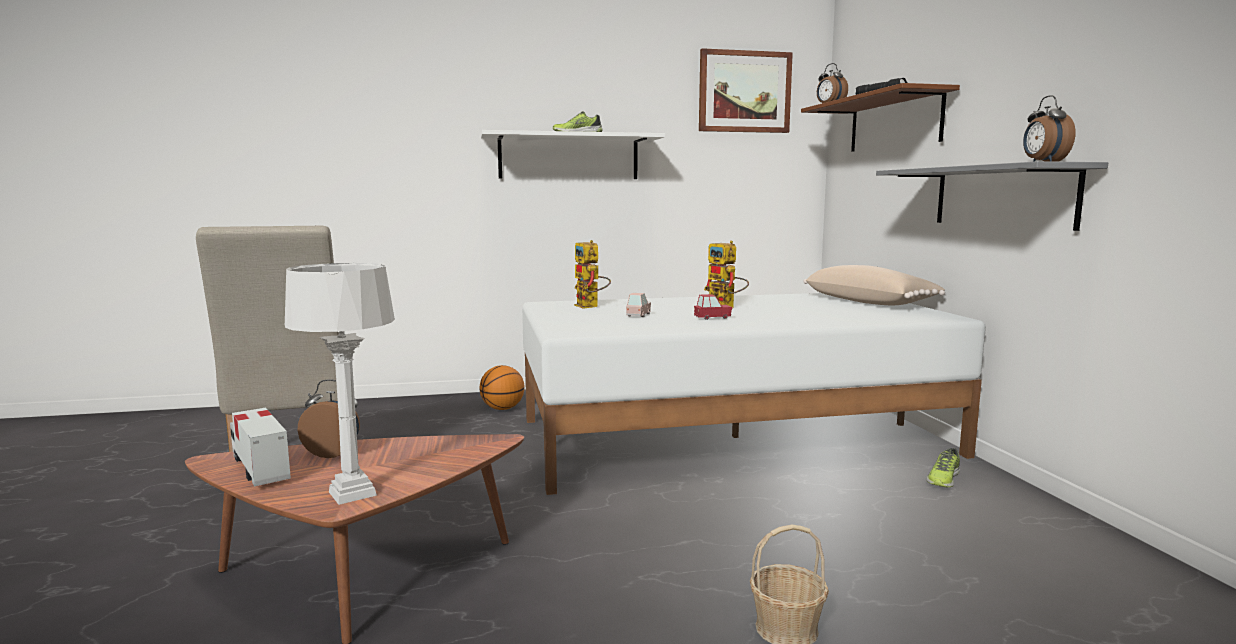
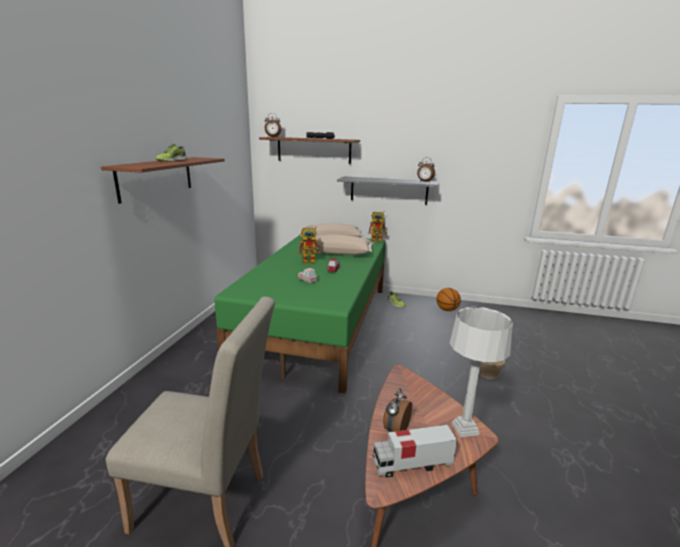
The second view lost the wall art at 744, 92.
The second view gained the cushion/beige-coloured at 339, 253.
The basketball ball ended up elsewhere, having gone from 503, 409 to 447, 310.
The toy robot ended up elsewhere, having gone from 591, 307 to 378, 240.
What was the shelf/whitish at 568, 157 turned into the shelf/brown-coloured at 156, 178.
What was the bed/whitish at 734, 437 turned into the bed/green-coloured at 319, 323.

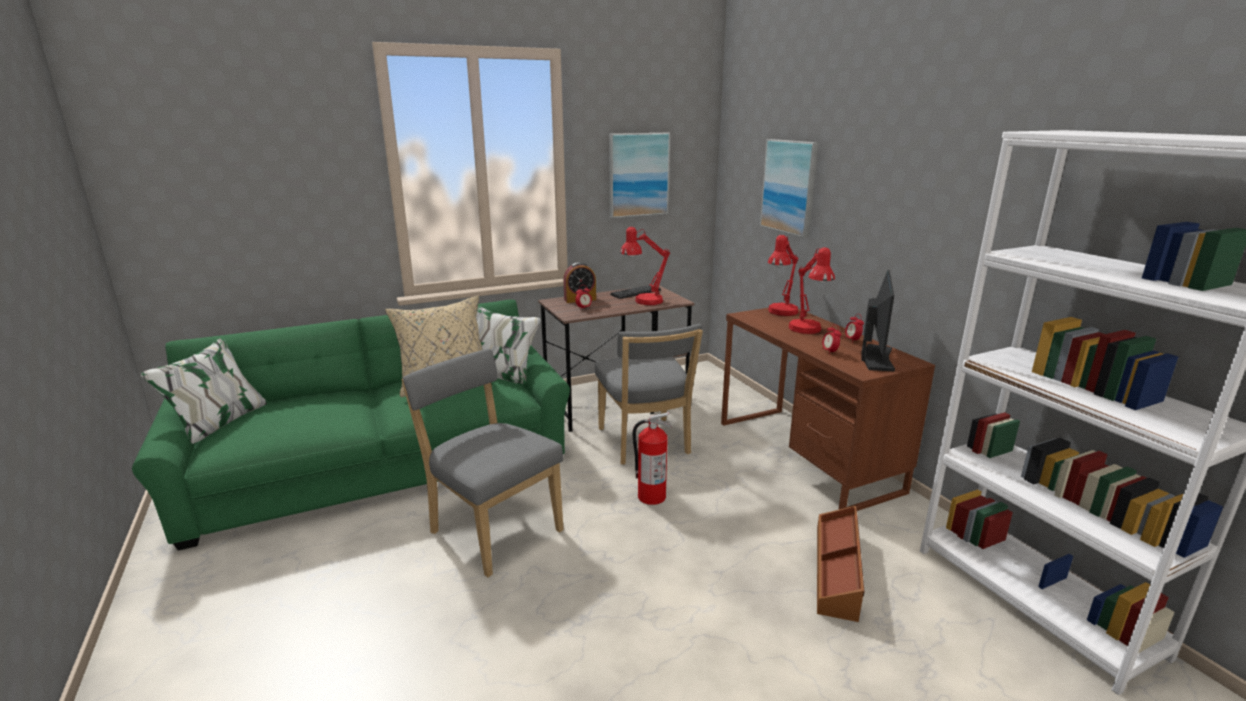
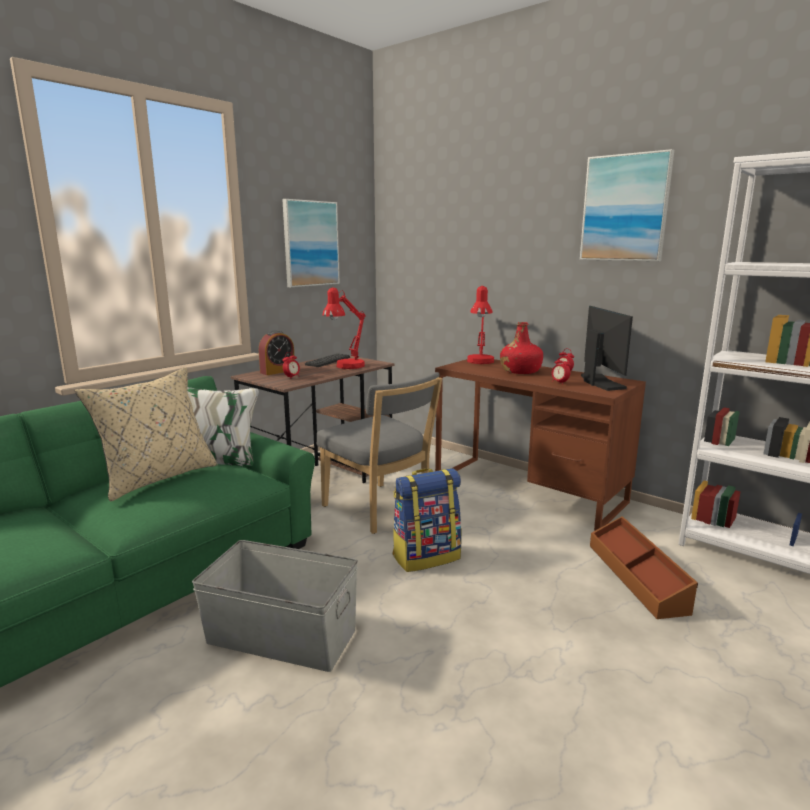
The wall art ended up elsewhere, having gone from 789, 187 to 625, 208.
Where the chair/greyish stood at 492, 529, the storage bin/greyish came to stand at 281, 635.
Where the extinguisher stood at 651, 496, the backpack came to stand at 426, 556.
Where the table lamp/reddish stood at 807, 331, the drink bottle/reddish came to stand at 520, 371.

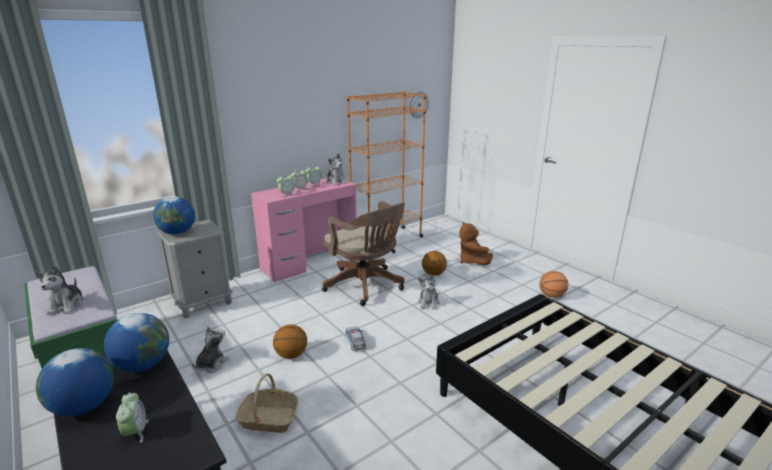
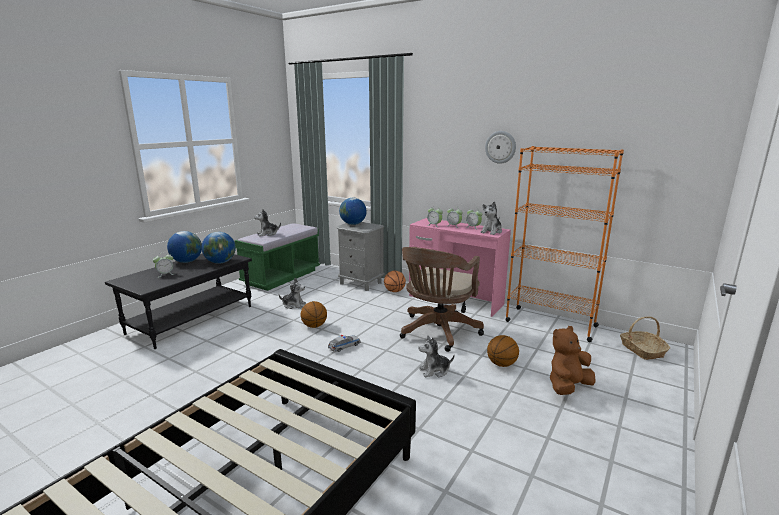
The storage basket ended up elsewhere, having gone from 268, 419 to 642, 350.
The clock on the wall ended up elsewhere, having gone from 418, 104 to 500, 147.
The basketball ball ended up elsewhere, having gone from 551, 296 to 394, 291.

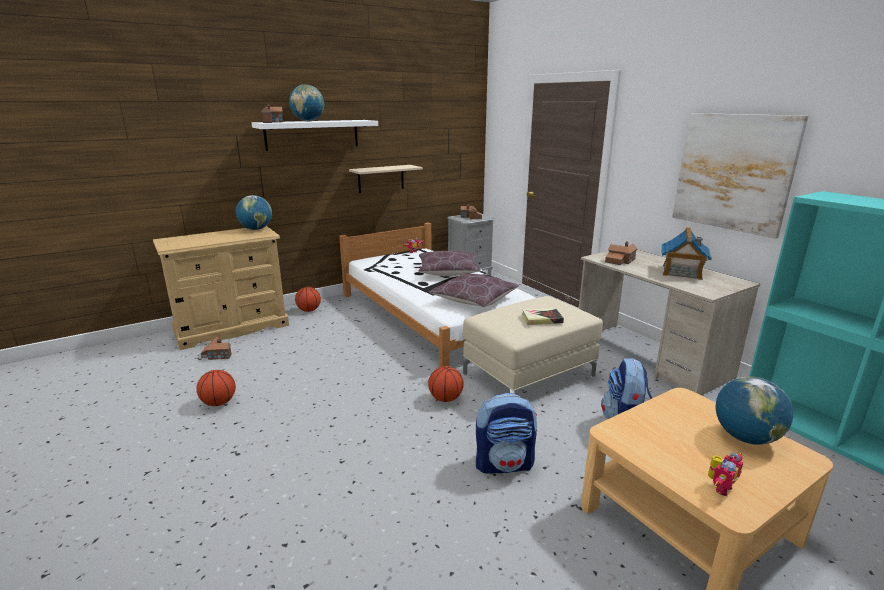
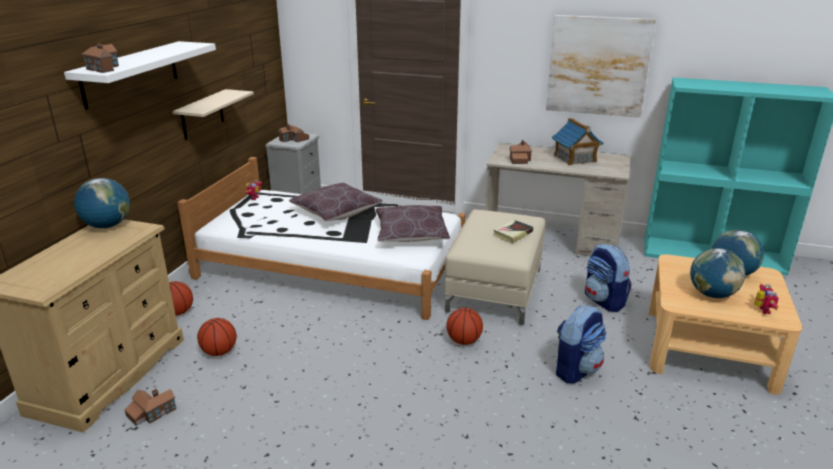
The basketball ball ended up elsewhere, having gone from 218, 403 to 219, 352.
The globe ended up elsewhere, having gone from 308, 121 to 712, 294.

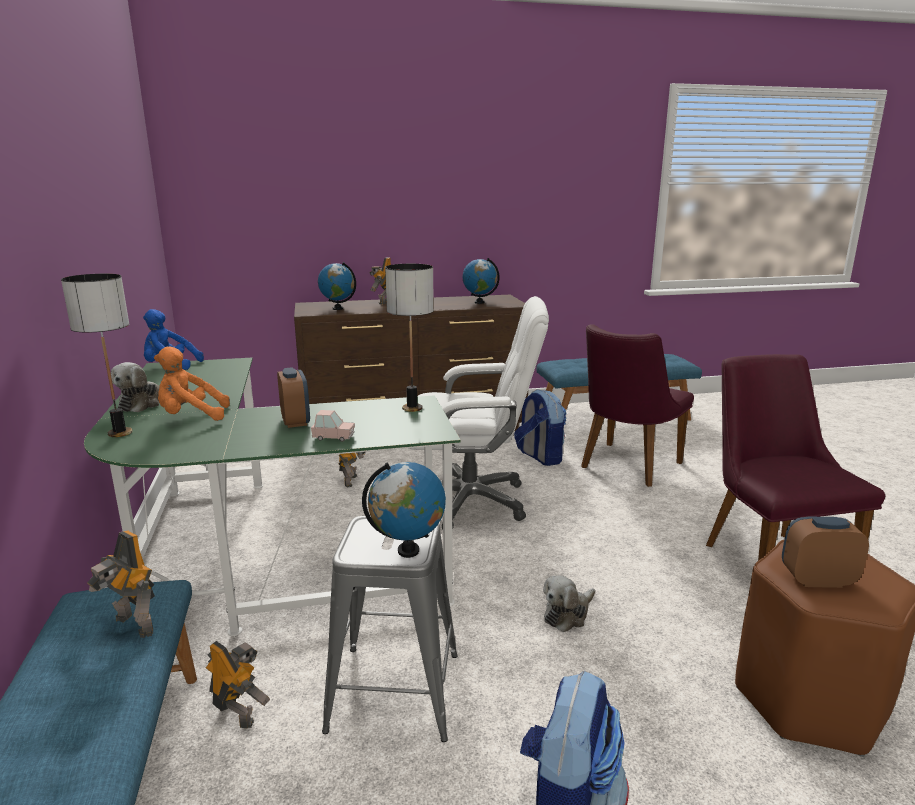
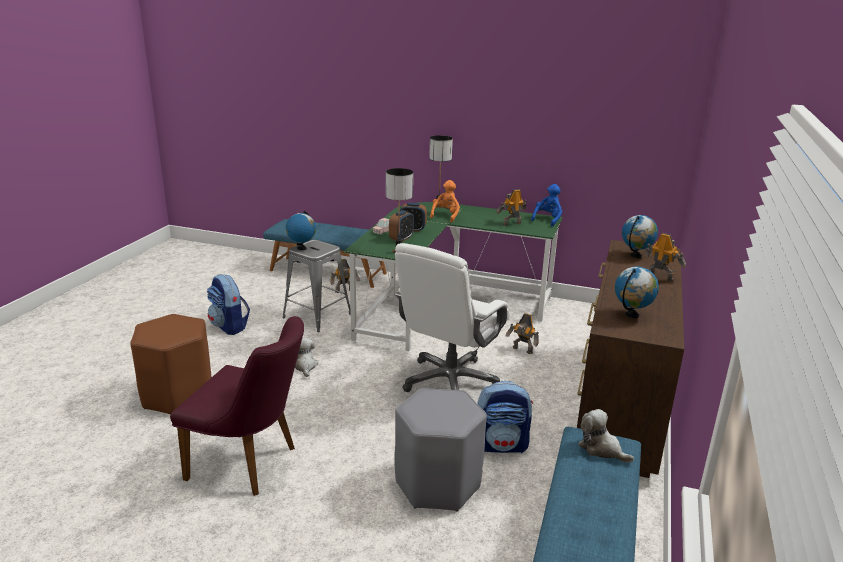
The toy robot ended up elsewhere, having gone from 132, 627 to 511, 223.
The soft toy ended up elsewhere, having gone from 143, 403 to 601, 449.
The table clock ended up elsewhere, having gone from 817, 580 to 401, 239.
Where the chair/purplish stood at 625, 467, the sitting stool/greyish came to stand at 437, 484.

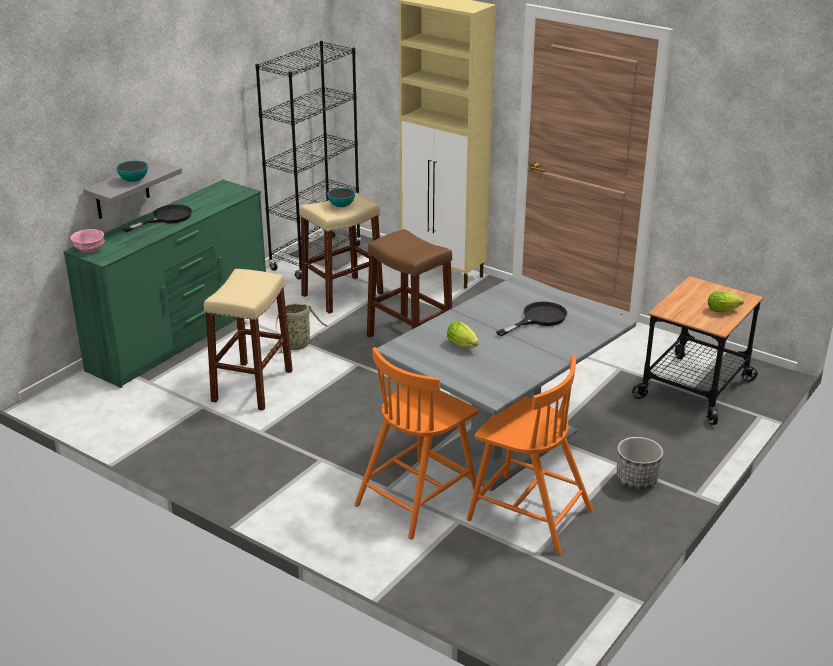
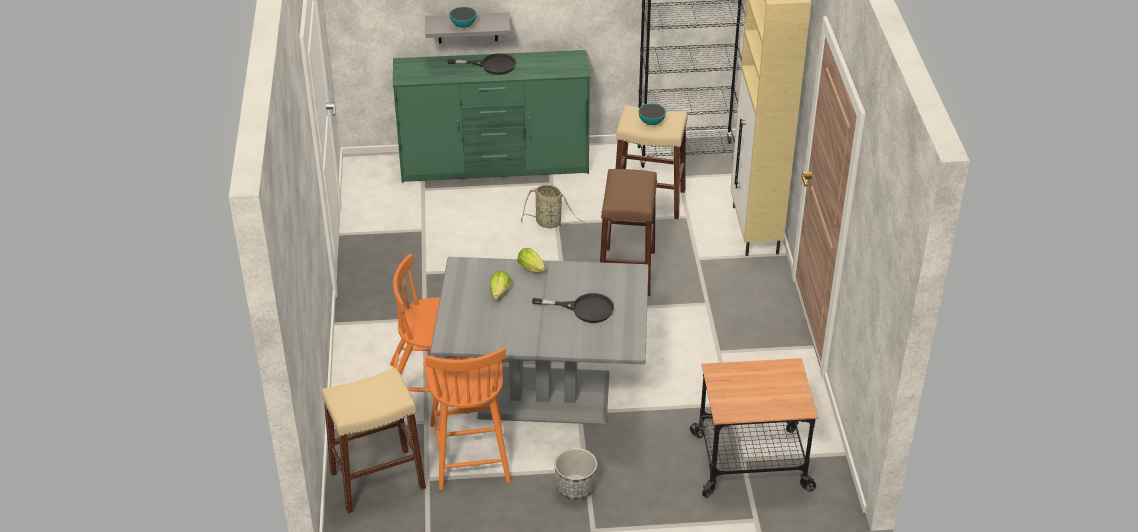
The second view lost the serving bowl/pink-coloured at 89, 249.
The sitting stool/beige-coloured ended up elsewhere, having gone from 252, 386 to 377, 480.
The head of lettuce ended up elsewhere, having gone from 724, 311 to 532, 269.

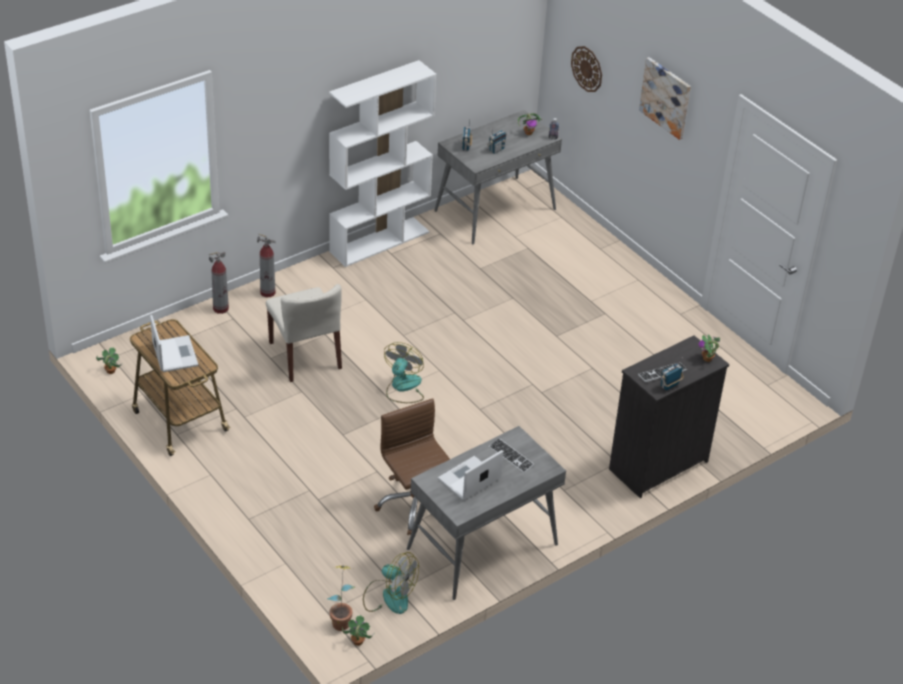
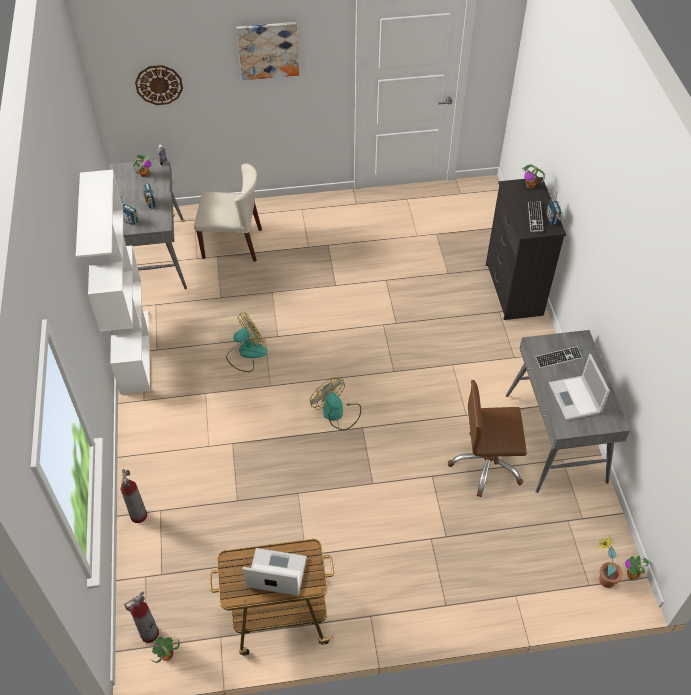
The extinguisher ended up elsewhere, having gone from 268, 292 to 150, 633.
The chair/beige-coloured ended up elsewhere, having gone from 305, 355 to 233, 243.
The electric fan ended up elsewhere, having gone from 389, 596 to 246, 353.

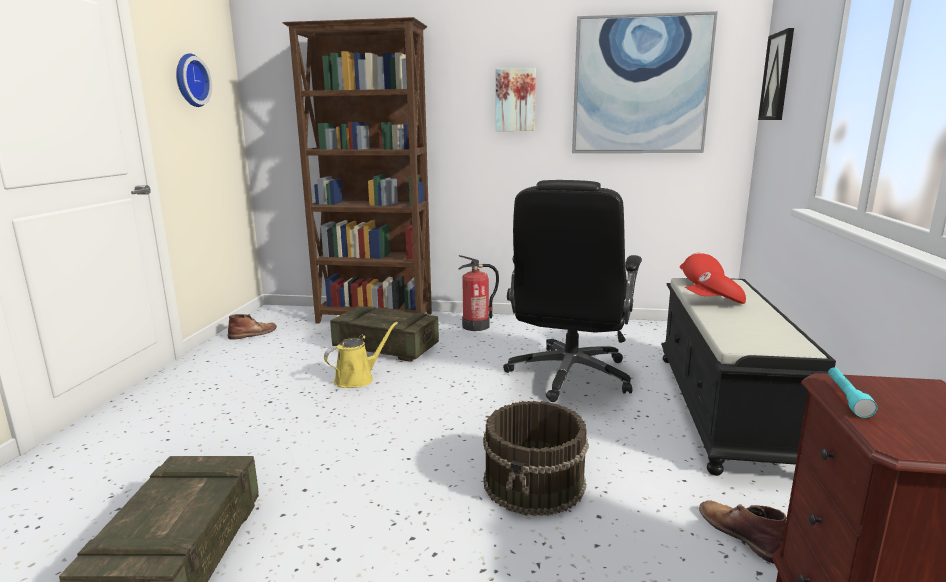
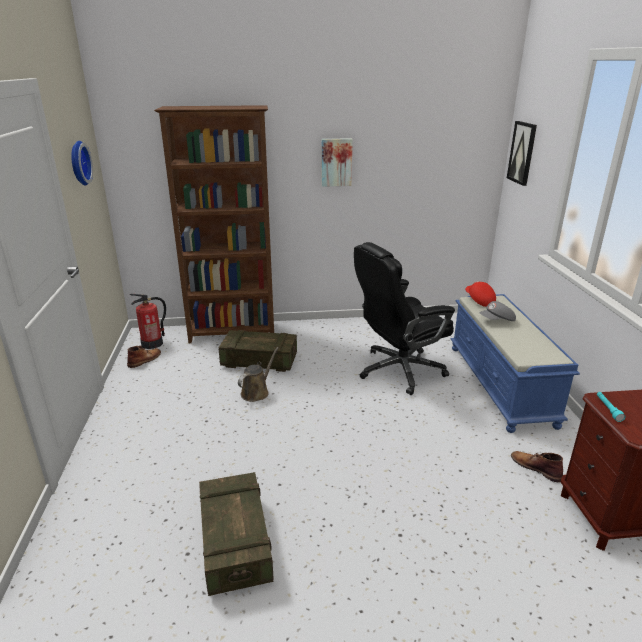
The second view lost the bucket/brown-coloured at 535, 483.
The second view lost the wall art at 640, 86.
The extinguisher ended up elsewhere, having gone from 476, 326 to 152, 343.
What was the watering can/yellow at 357, 378 turned into the watering can/brown-coloured at 256, 392.
What was the indoor bench/black at 724, 409 turned into the indoor bench/blue at 501, 384.
What was the cap/reddish at 715, 302 turned into the cap/greyish at 497, 321.
The office chair/black at 569, 376 ended up facing another way, 60 degrees clockwise from before.

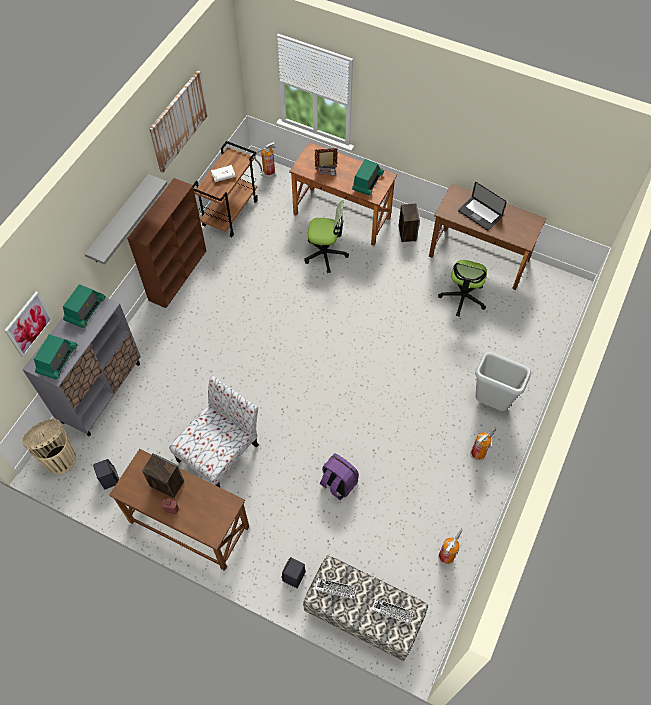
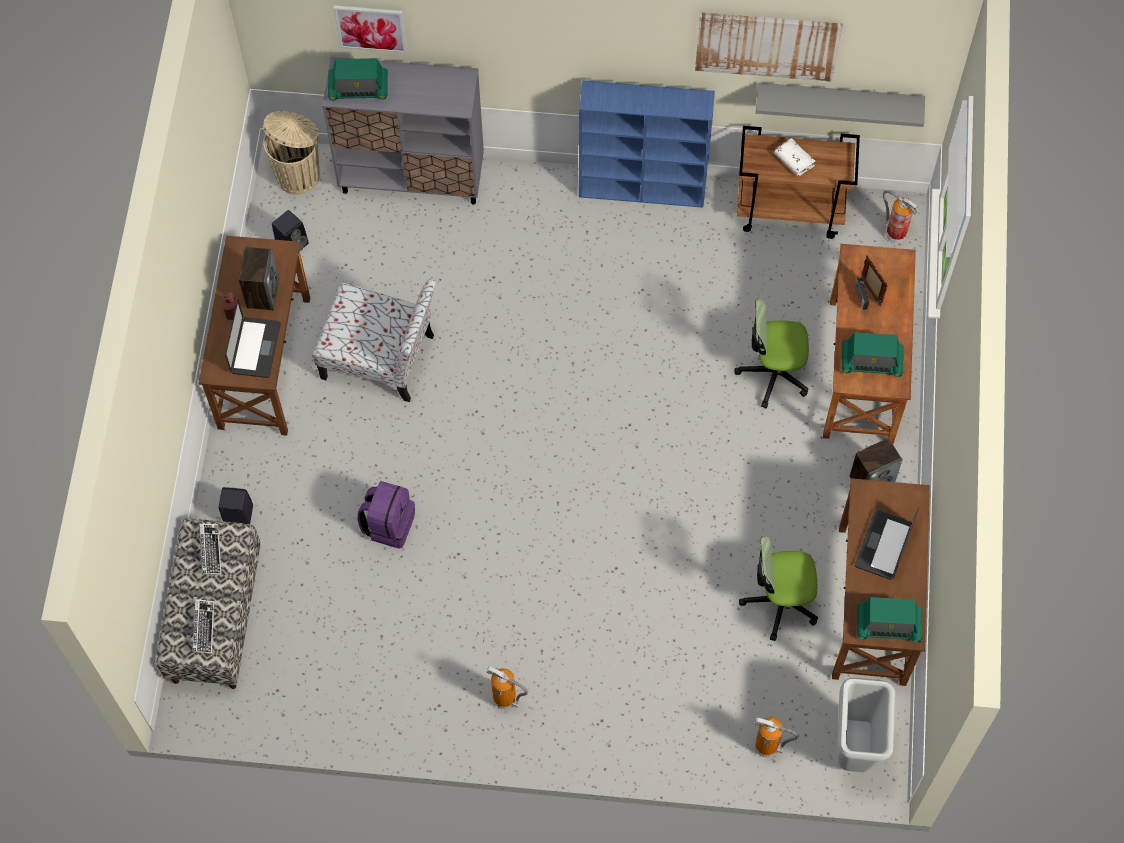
The second view gained the laptop at 256, 348.
The radio set ended up elsewhere, having gone from 85, 310 to 888, 624.
The shelf/greyish ended up elsewhere, having gone from 119, 220 to 839, 99.
The extinguisher ended up elsewhere, having gone from 446, 556 to 767, 747.
The rubbish bin/greyish ended up elsewhere, having gone from 490, 403 to 852, 749.
What was the bookshelf/brown-coloured at 178, 274 turned into the bookshelf/blue at 643, 188.
The office chair at 325, 254 ended up facing another way, 105 degrees clockwise from before.

